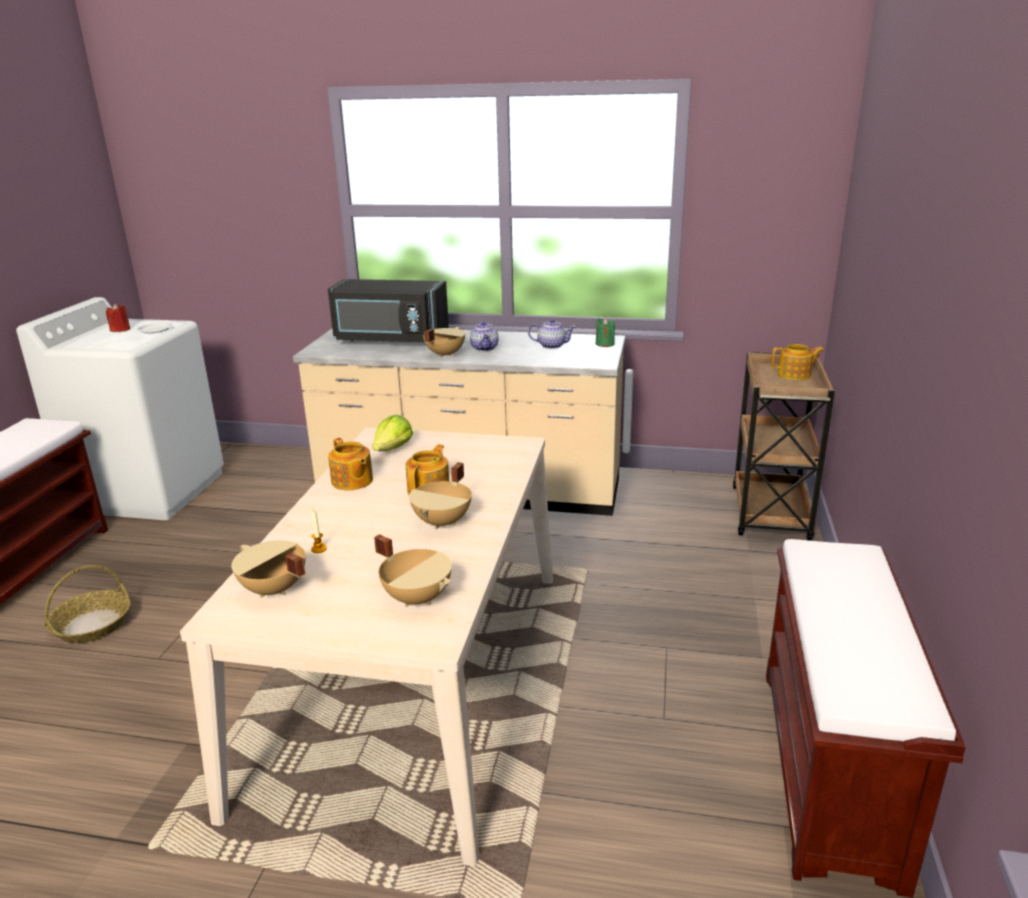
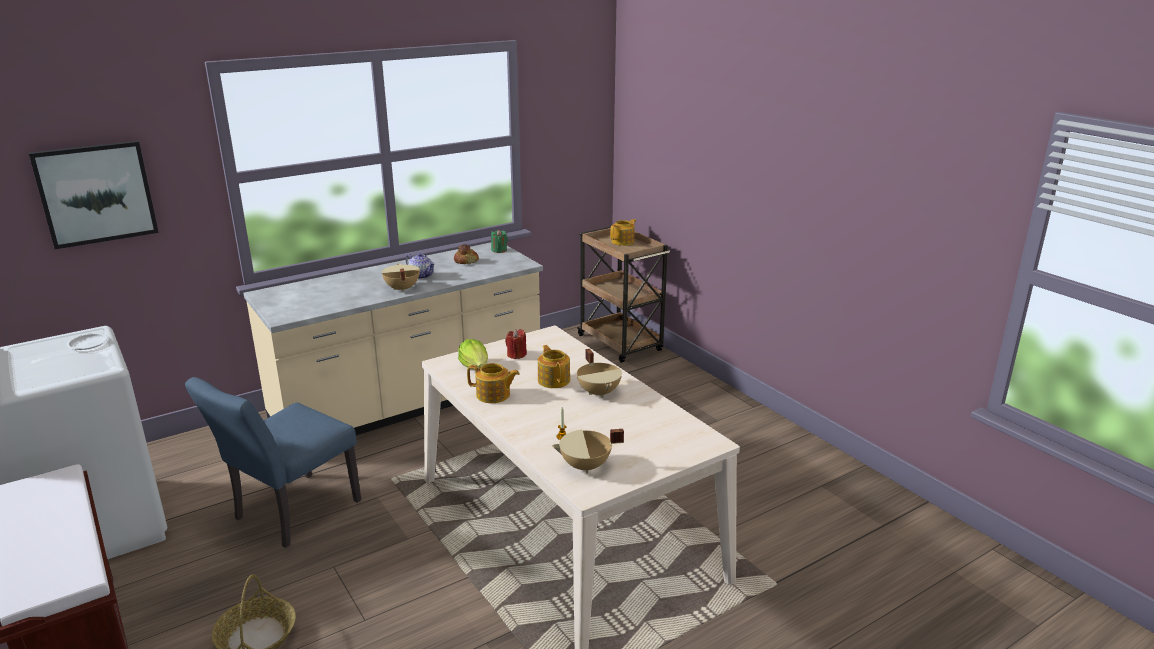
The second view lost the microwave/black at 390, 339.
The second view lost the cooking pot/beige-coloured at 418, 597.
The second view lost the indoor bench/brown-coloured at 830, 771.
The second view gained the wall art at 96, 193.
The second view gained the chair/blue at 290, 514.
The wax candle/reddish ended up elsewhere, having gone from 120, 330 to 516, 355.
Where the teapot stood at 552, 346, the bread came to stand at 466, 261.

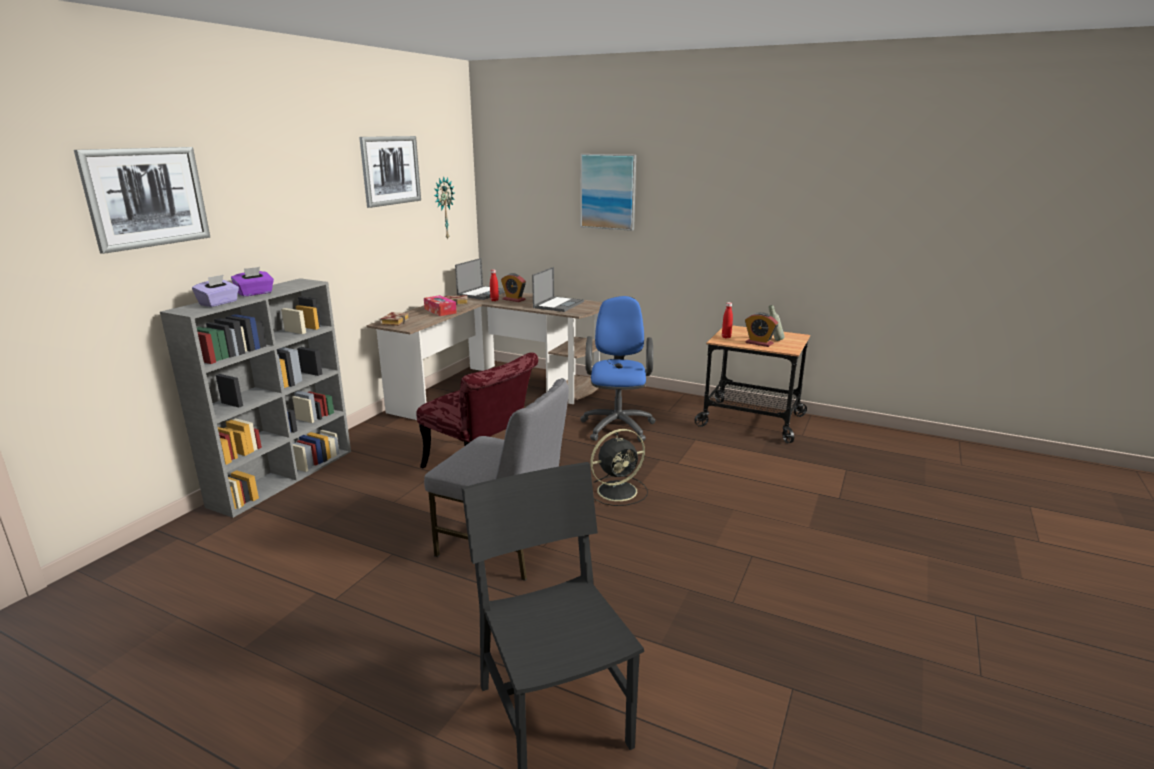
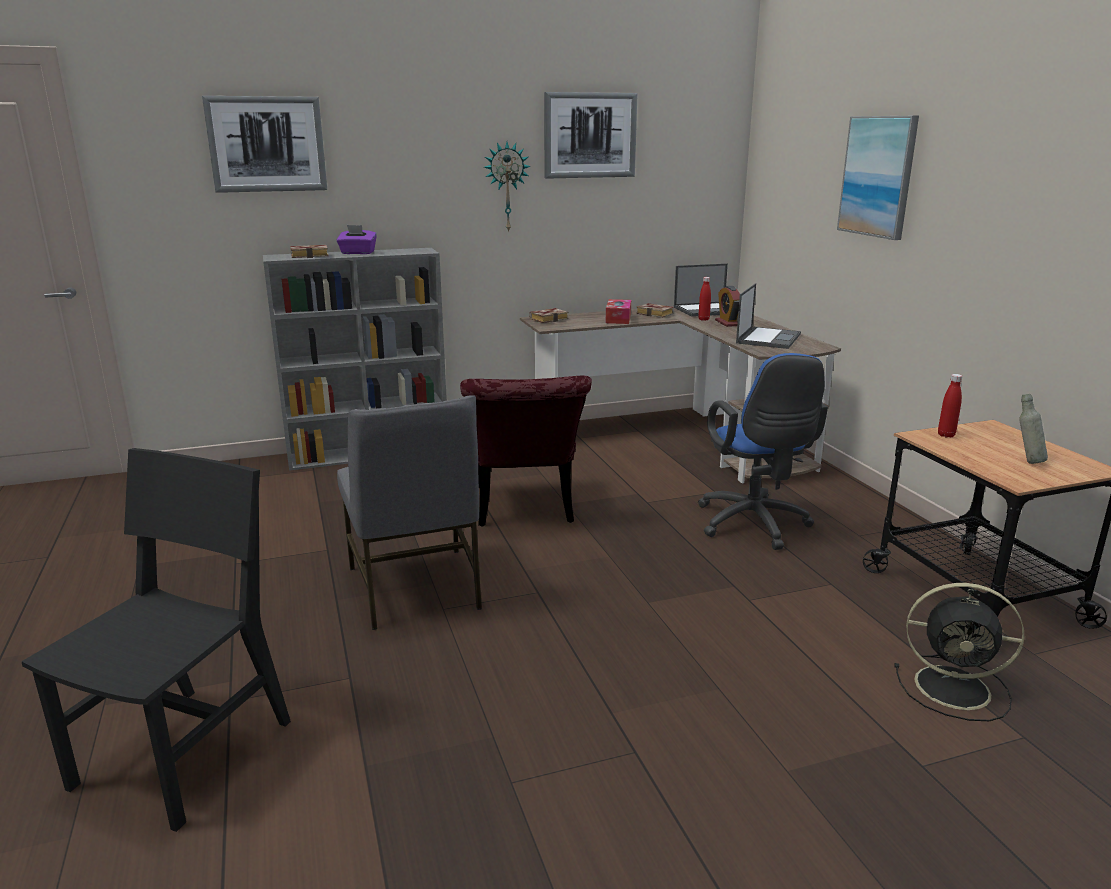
The second view lost the table clock at 759, 343.
The clock on the wall ended up elsewhere, having gone from 443, 208 to 506, 187.
The electric fan/black ended up elsewhere, having gone from 618, 490 to 956, 688.
Where the tissue box/purplish stood at 219, 303, the book came to stand at 311, 255.
The laptop at 558, 304 ended up facing another way, 45 degrees counterclockwise from before.
The office chair/blue at 617, 425 ended up facing another way, 120 degrees clockwise from before.

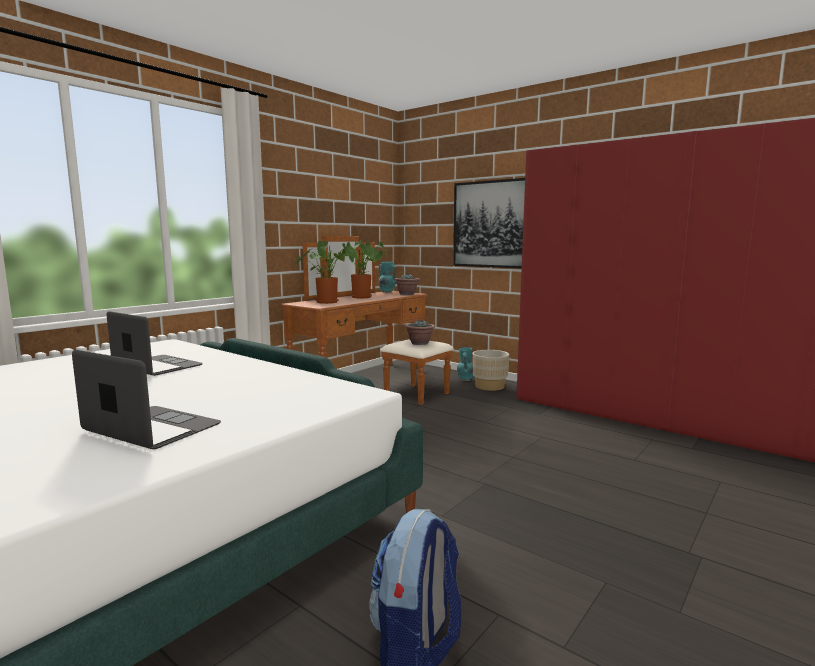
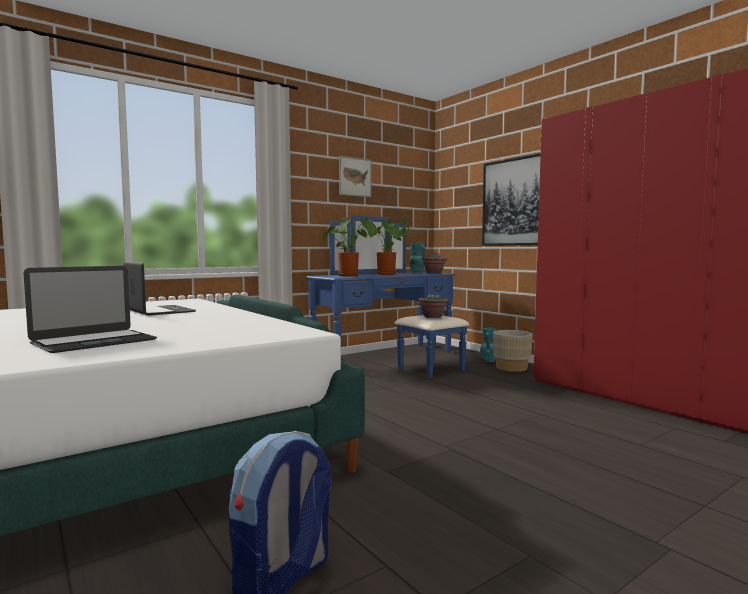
The second view gained the wall art at 355, 177.
What was the chest of drawers/brown-coloured at 373, 383 turned into the chest of drawers/blue at 394, 358.
The laptop at 151, 428 ended up facing another way, 90 degrees clockwise from before.

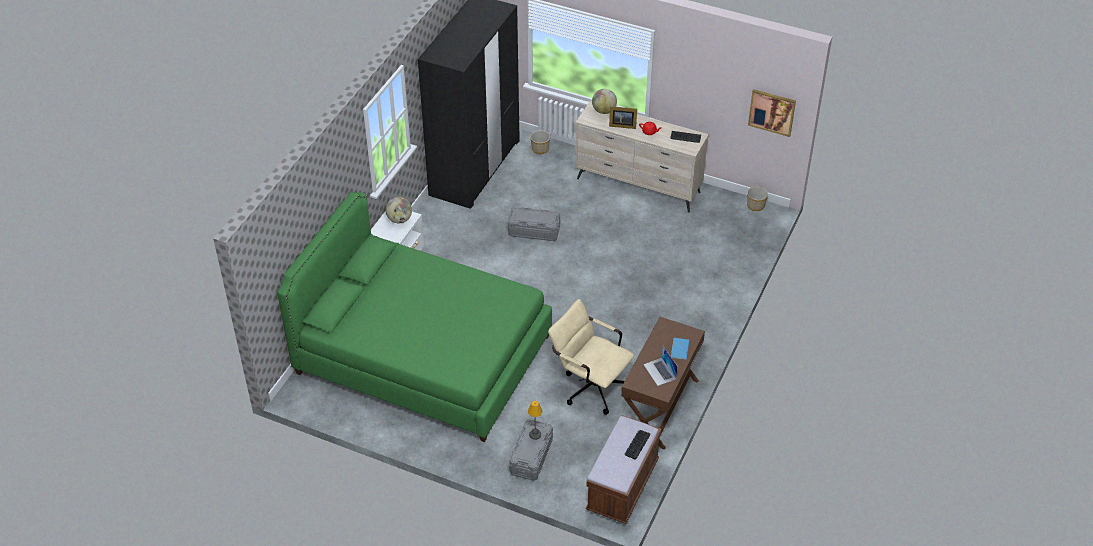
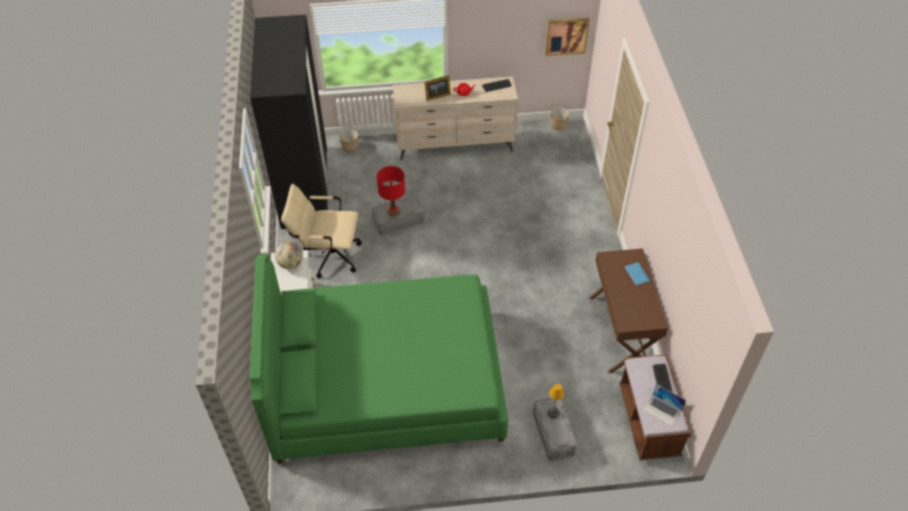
The second view lost the globe at 604, 111.
The second view gained the table lamp/reddish at 393, 211.
The office chair/beige-coloured ended up elsewhere, having gone from 589, 386 to 327, 255.
The laptop ended up elsewhere, having gone from 660, 372 to 662, 410.

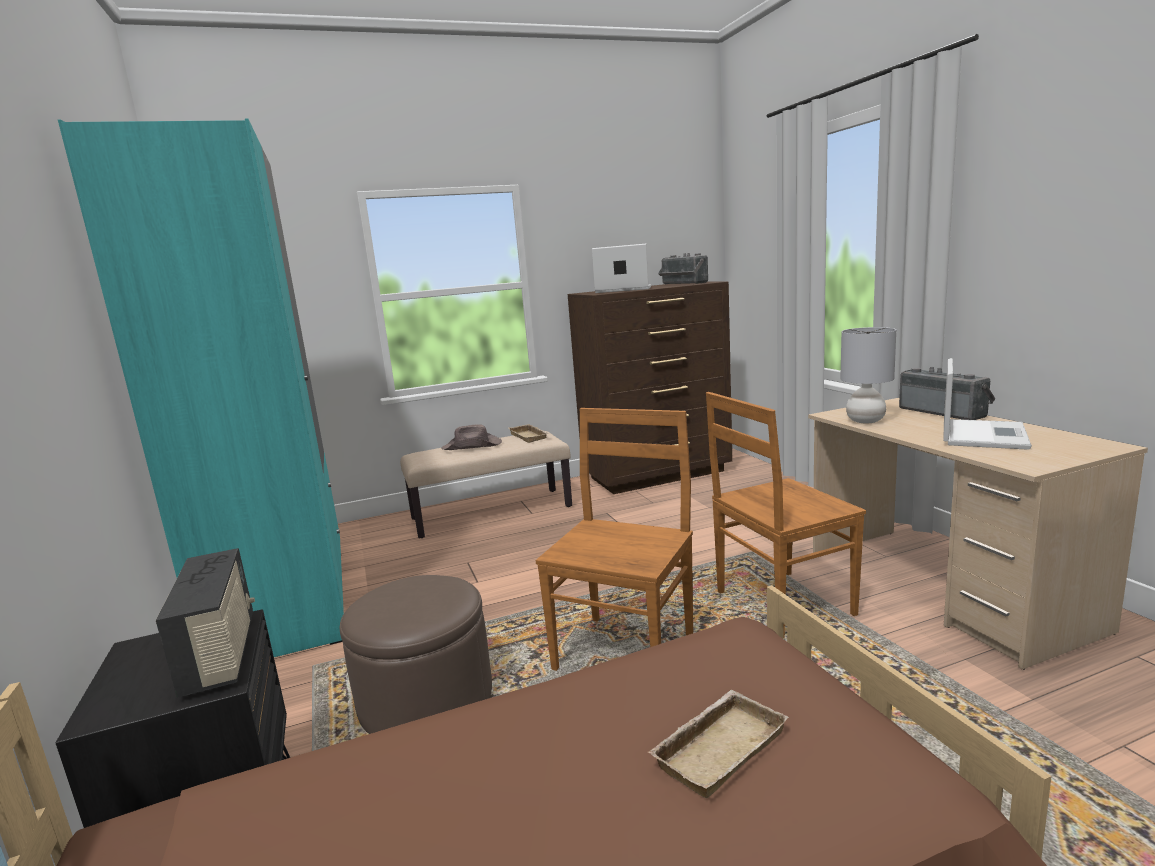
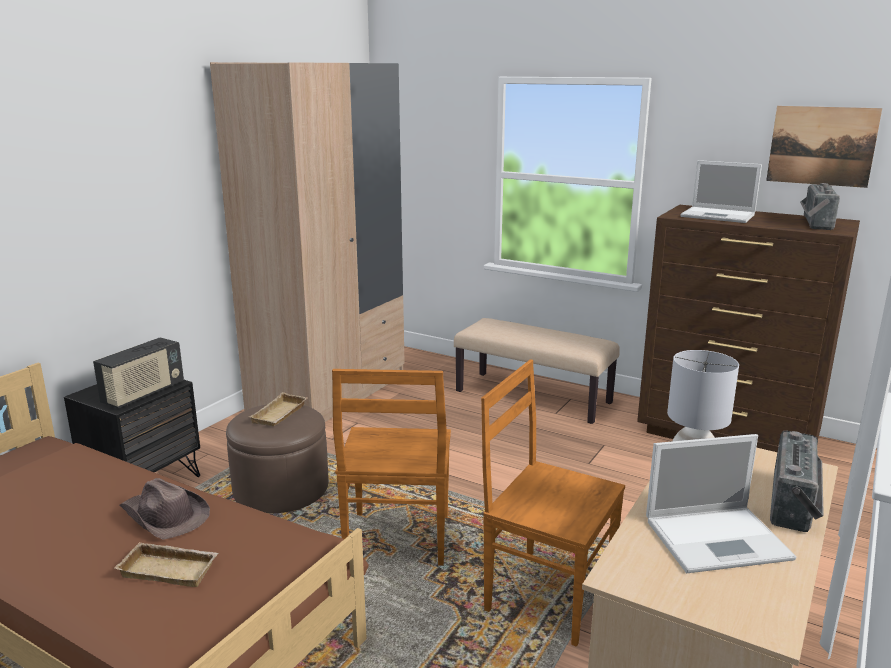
The second view gained the wall art at 821, 146.
The clothing hat/brown-coloured ended up elsewhere, having gone from 472, 446 to 164, 516.
The carrying tray/beige-coloured ended up elsewhere, having gone from 530, 436 to 280, 415.
What was the wardrobe/turquoise-coloured at 285, 605 turned into the wardrobe/beige-coloured at 329, 394.
The chair/brown-coloured at 626, 651 ended up facing another way, 105 degrees clockwise from before.
The laptop at 622, 290 ended up facing another way, 150 degrees clockwise from before.

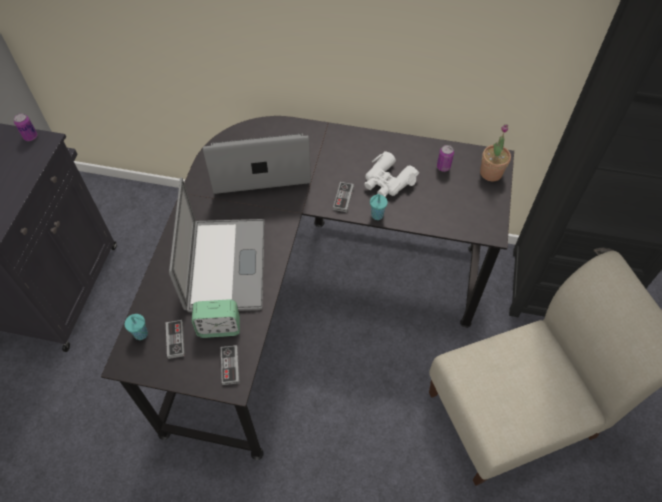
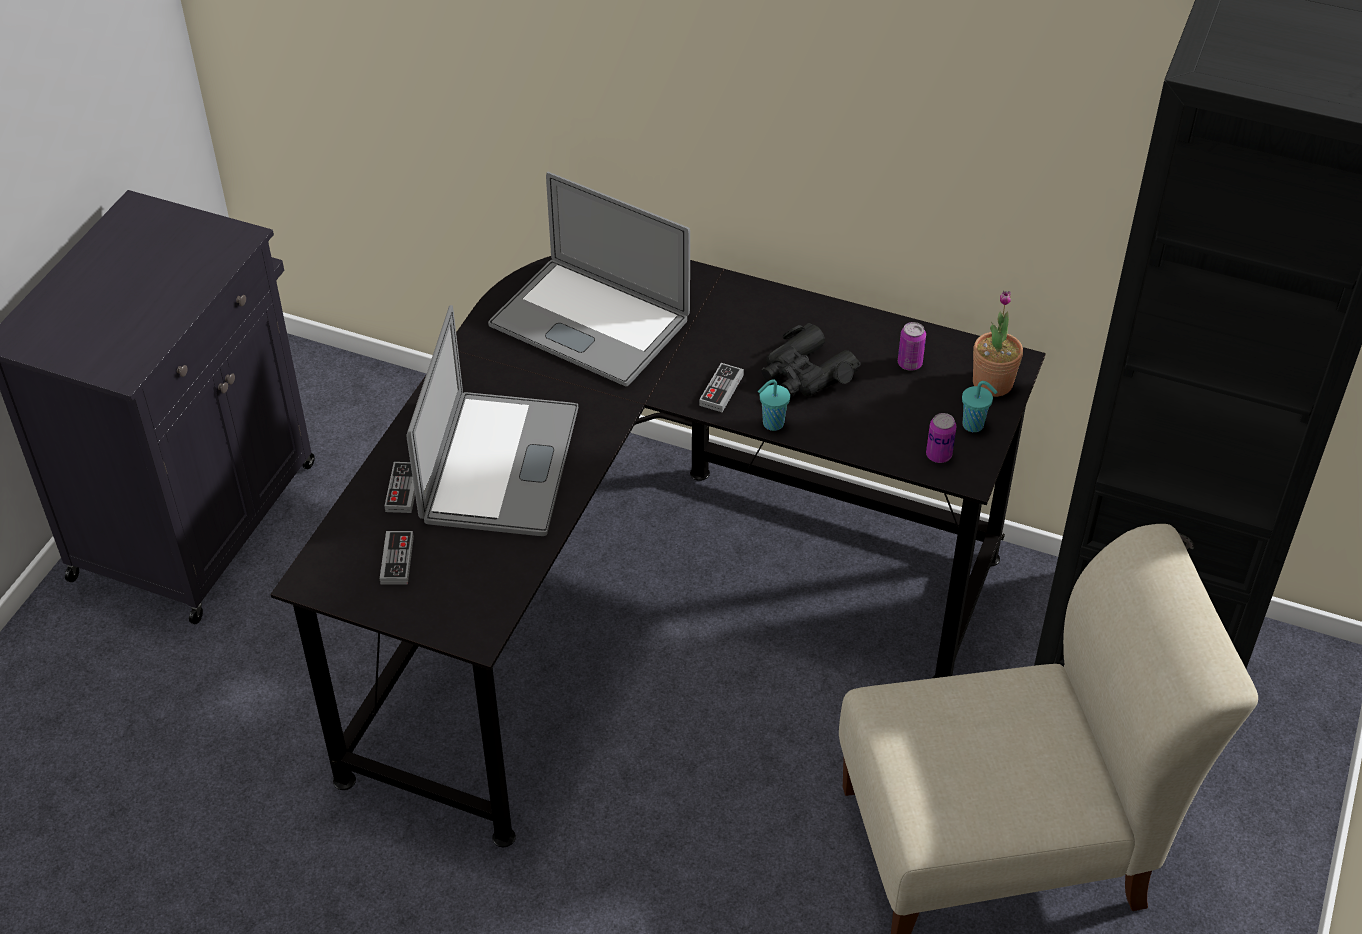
The second view lost the table clock at 219, 327.
The sealed can ended up elsewhere, having gone from 30, 137 to 938, 455.
The drinking cup/turquoise-coloured ended up elsewhere, having gone from 142, 334 to 974, 425.
The joypad ended up elsewhere, having gone from 230, 366 to 403, 490.
What was the pair of binoculars/whitish at 387, 181 turned into the pair of binoculars/black at 805, 374.
The laptop at 260, 165 ended up facing another way, 150 degrees counterclockwise from before.

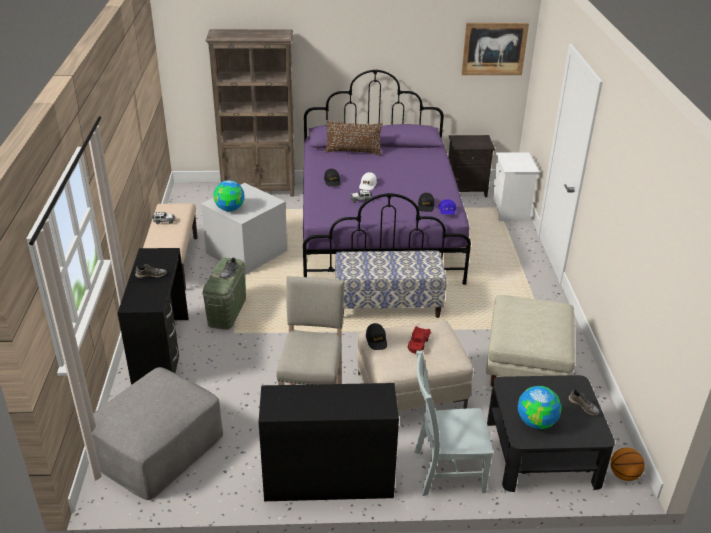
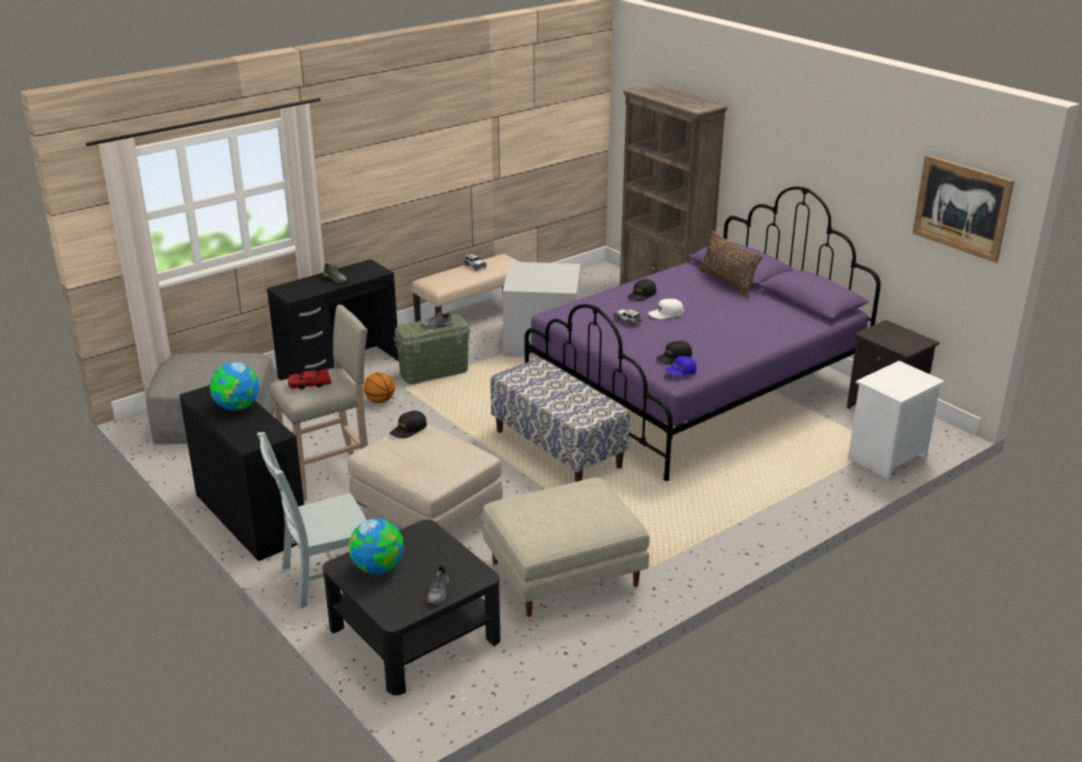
The globe ended up elsewhere, having gone from 230, 209 to 237, 407.
The toy car/reddish ended up elsewhere, having gone from 418, 343 to 310, 384.
The basketball ball ended up elsewhere, having gone from 623, 475 to 380, 401.
The chair/greyish at 445, 471 ended up facing another way, 75 degrees counterclockwise from before.

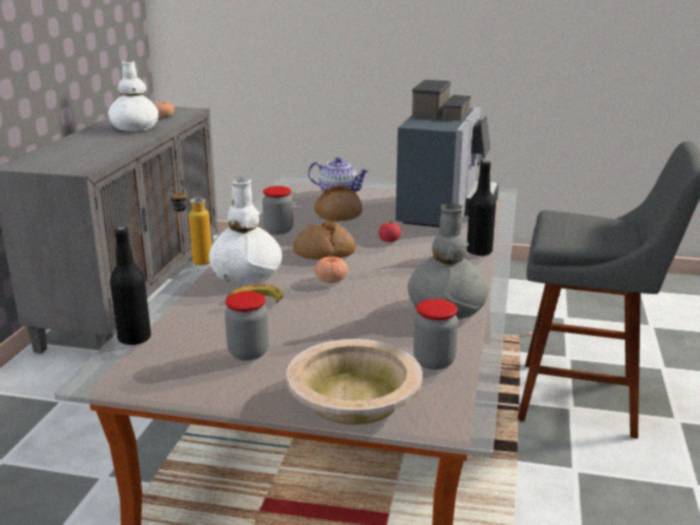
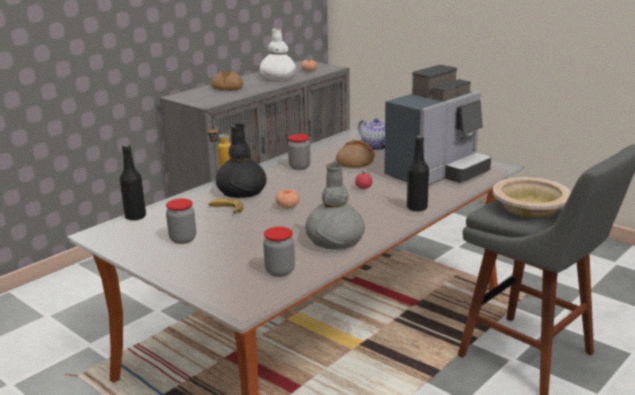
The serving bowl/beige-coloured ended up elsewhere, having gone from 354, 398 to 530, 207.
The bread ended up elsewhere, having gone from 324, 253 to 227, 88.
What was the flower vase/whitish at 246, 274 turned into the flower vase/black at 241, 192.

